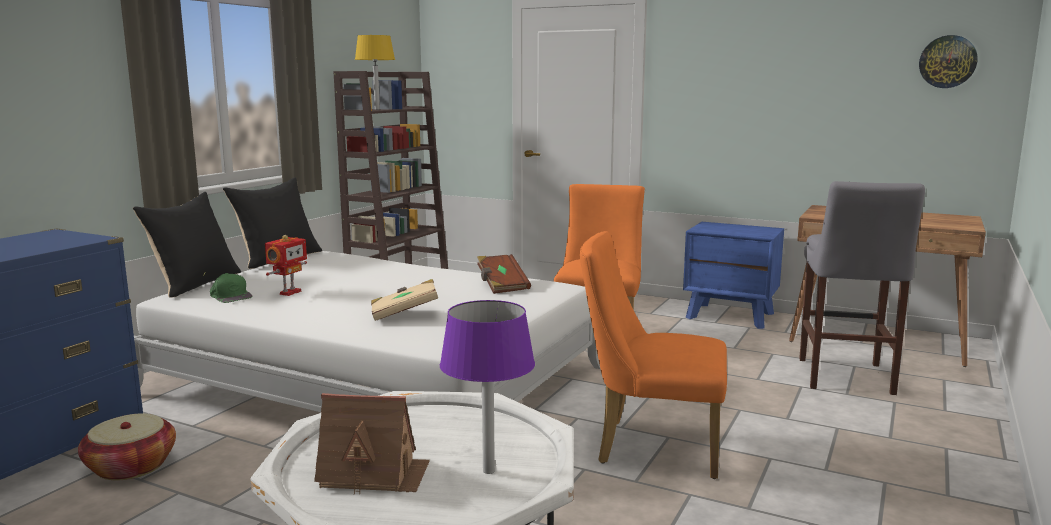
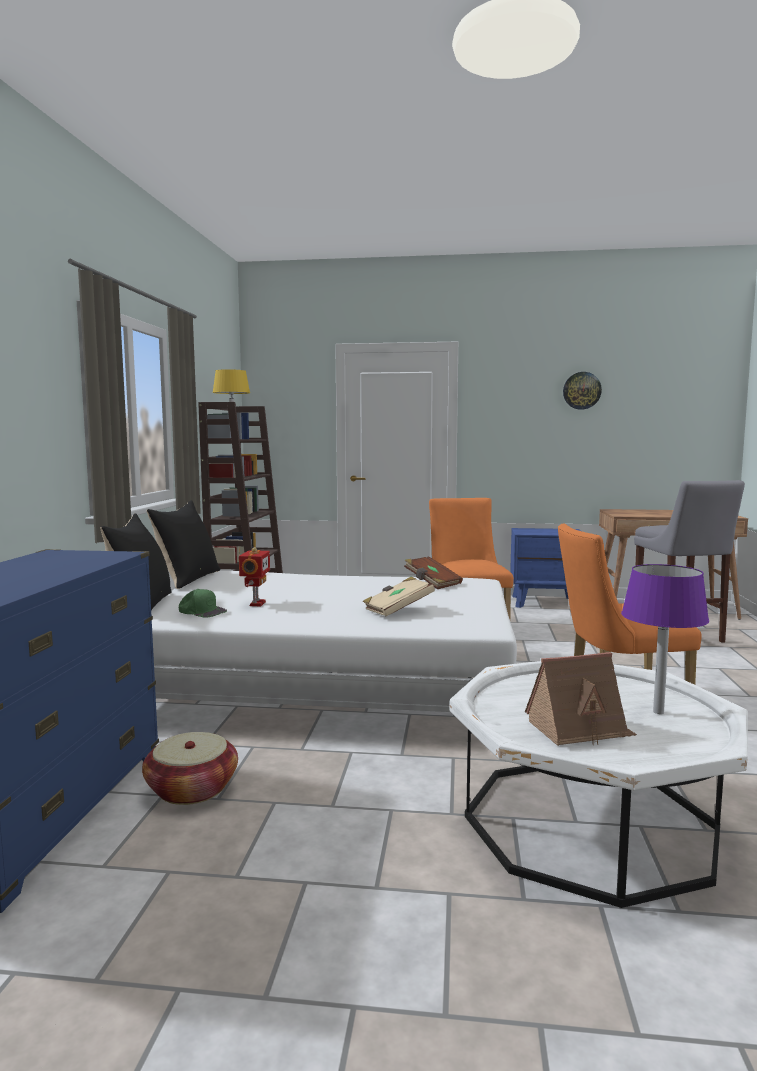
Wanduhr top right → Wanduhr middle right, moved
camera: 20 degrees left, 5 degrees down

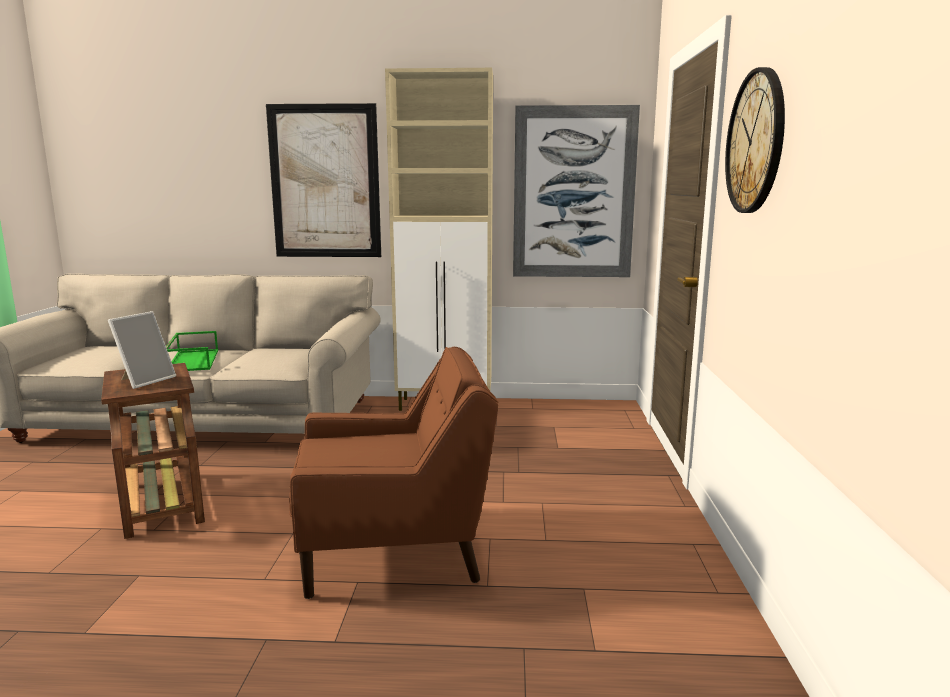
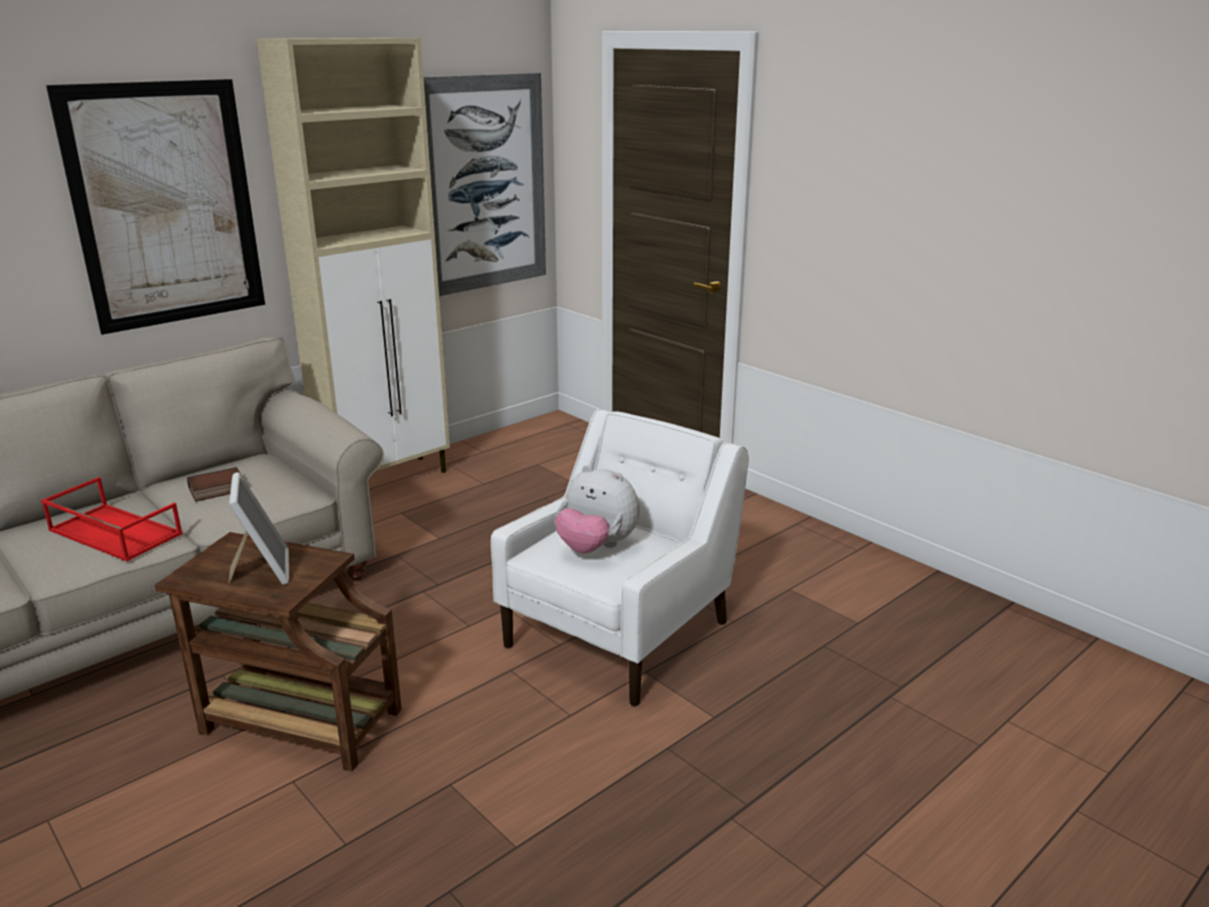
Tablett [grün] middle left → Tablett [rot] middle left
- → Buch middle left
Sessel [braun] bottom centre → Sessel [weiß] centre
- → Plüschtier centre
Wanduhr top right → -
camera: 45 degrees left, 10 degrees up

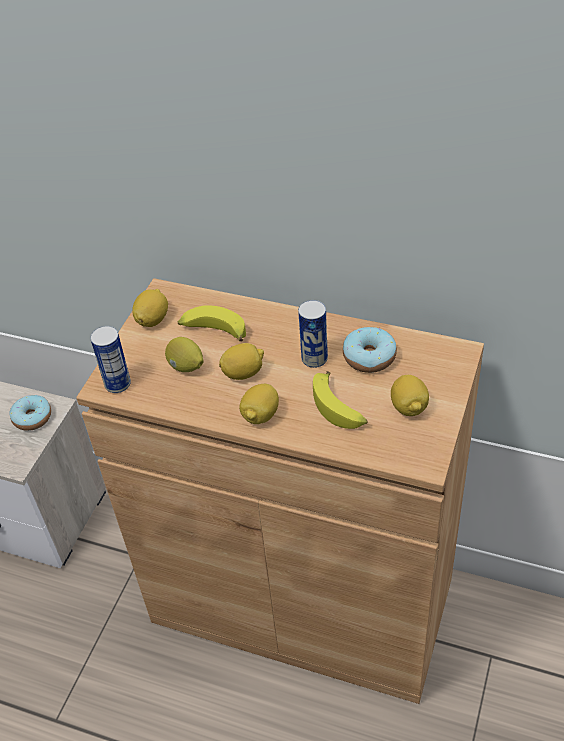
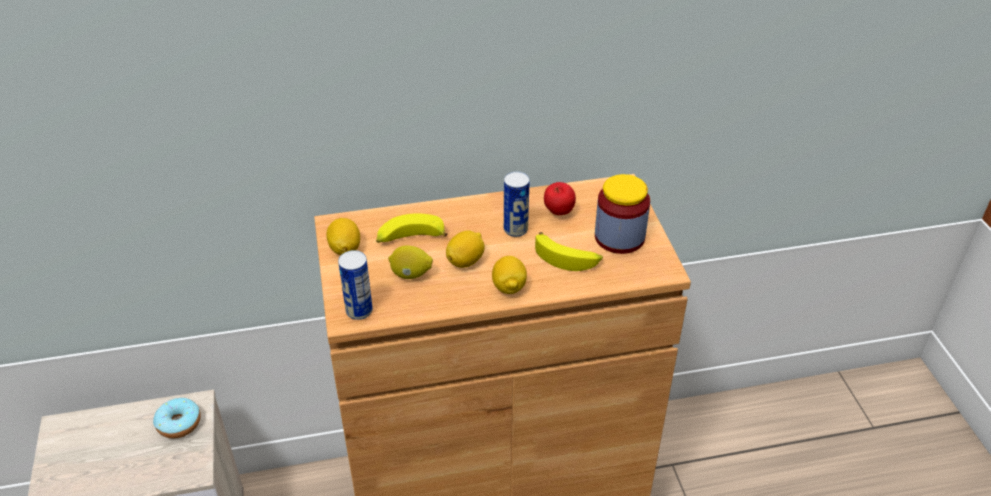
Donut (2nd from left) centre → Apfel centre
Zitrone (5th from left) middle right → Vorratsglas centre
camera: 35 degrees left, 5 degrees down

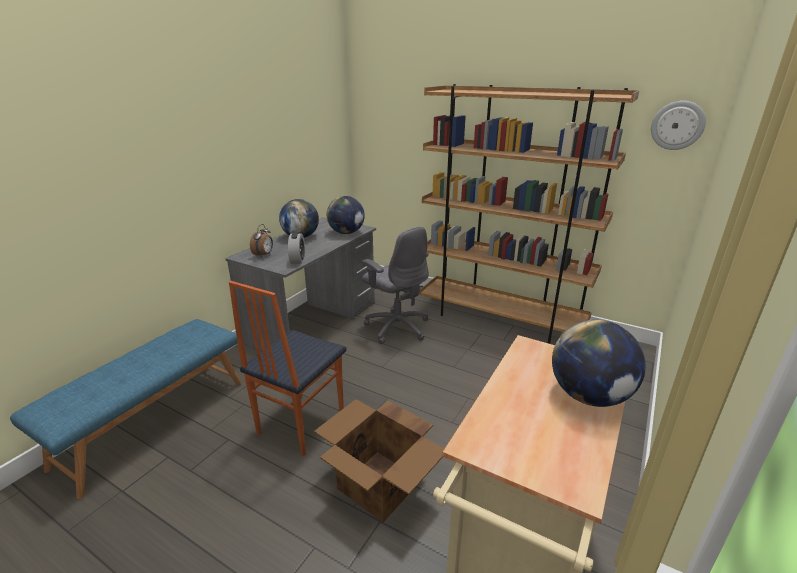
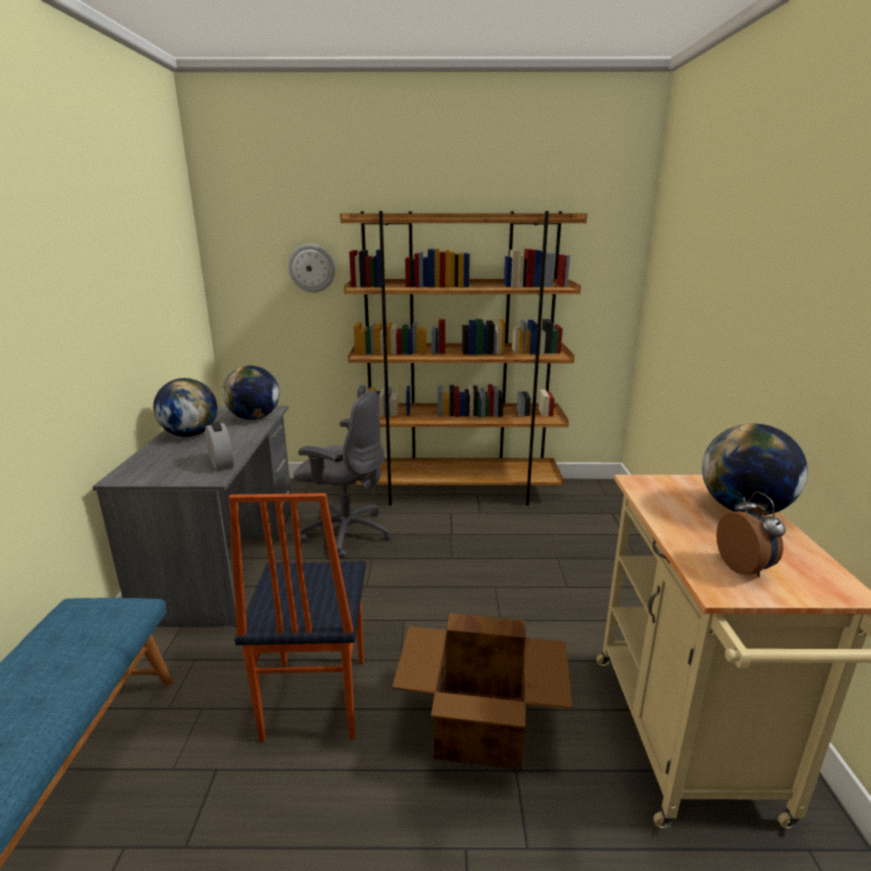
Wanduhr top right → Wanduhr top centre, moved
Wecker (1st from left in the first image) middle left → Wecker (2nd from left) middle right, moved
camera: 30 degrees left, 5 degrees down

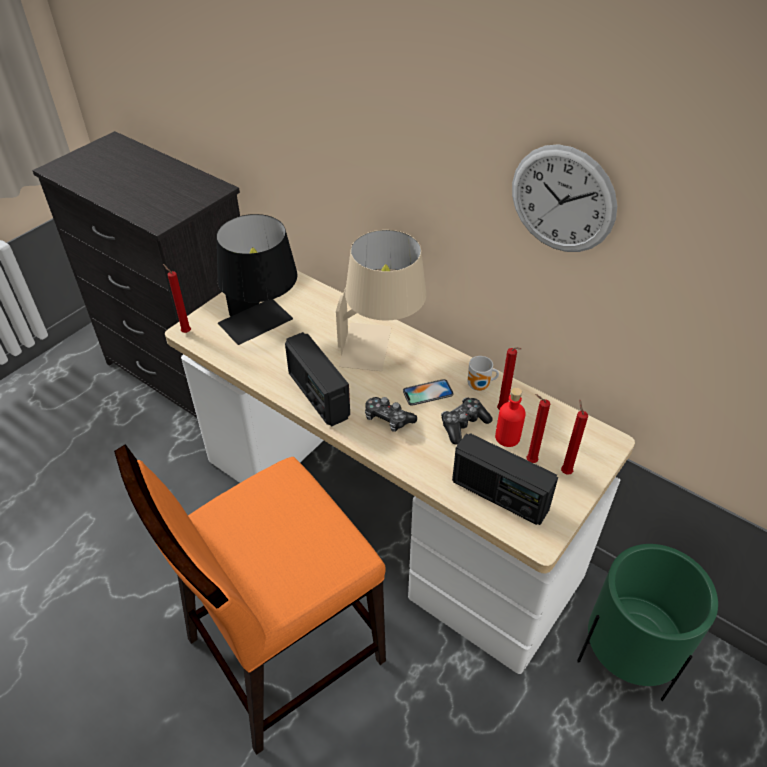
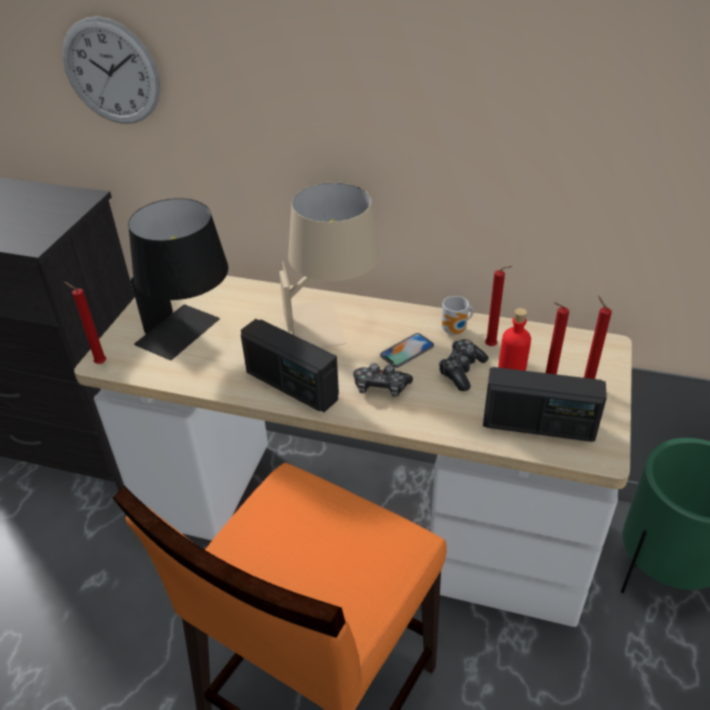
Wanduhr top right → Wanduhr top left, moved
camera: 20 degrees left, 5 degrees down

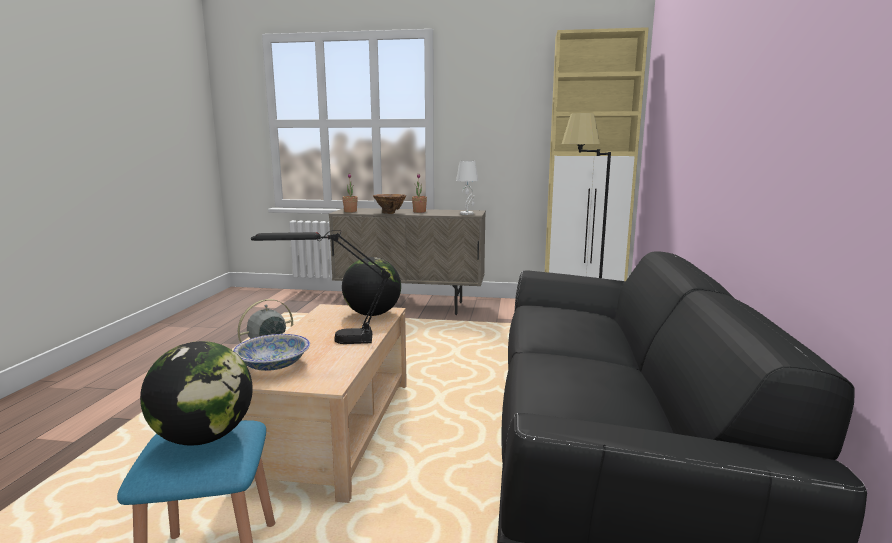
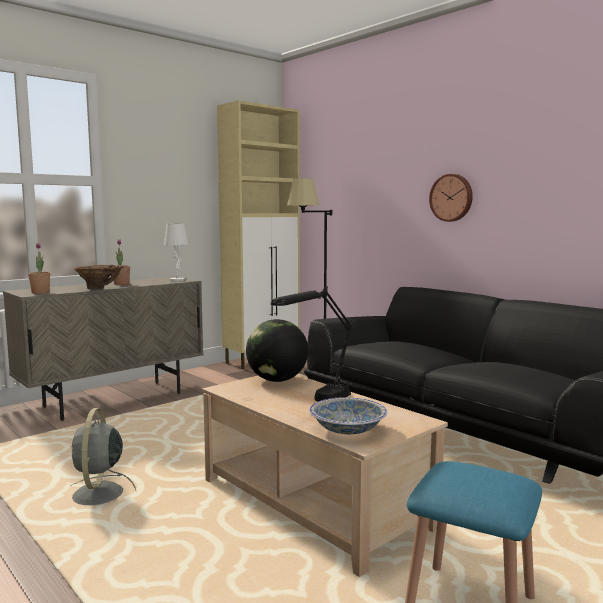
- → Wanduhr top right
Globus (1st from left) bottom left → -
camera: 50 degrees left, 5 degrees down

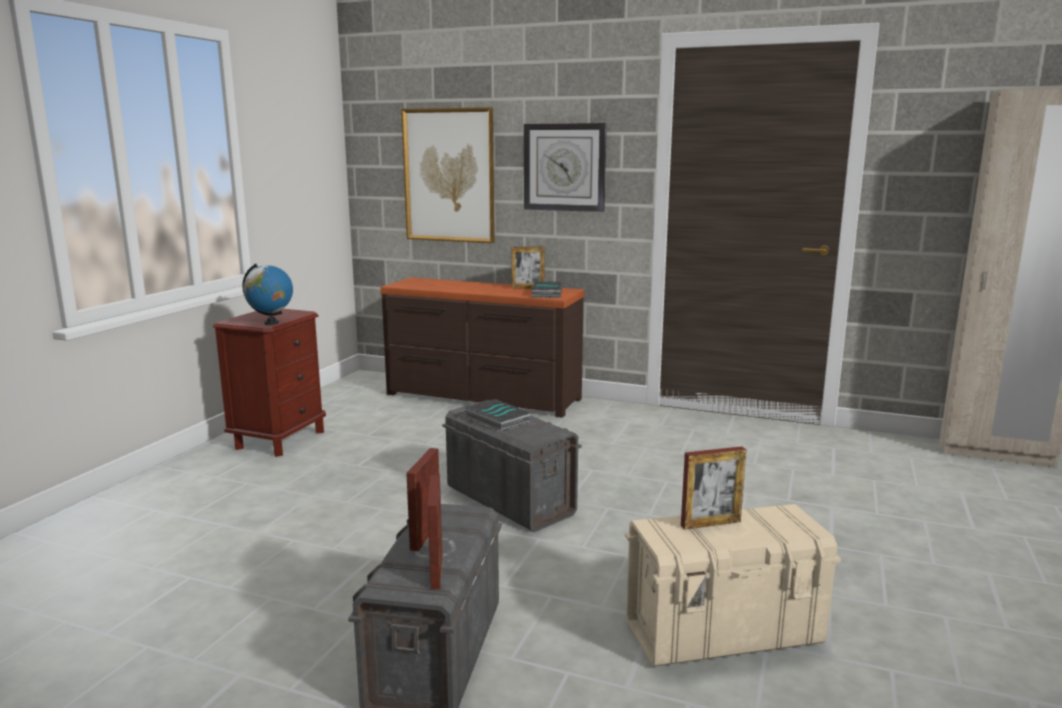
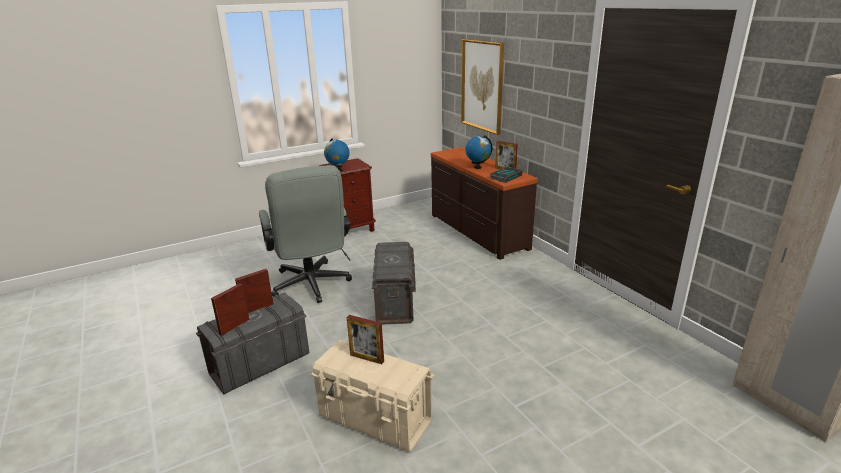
- → Bürostuhl [grau] centre
- → Globus (2nd from left) top centre
Buch (1st from left) centre → -
Wanduhr top centre → -
camera: 40 degrees right, 10 degrees up

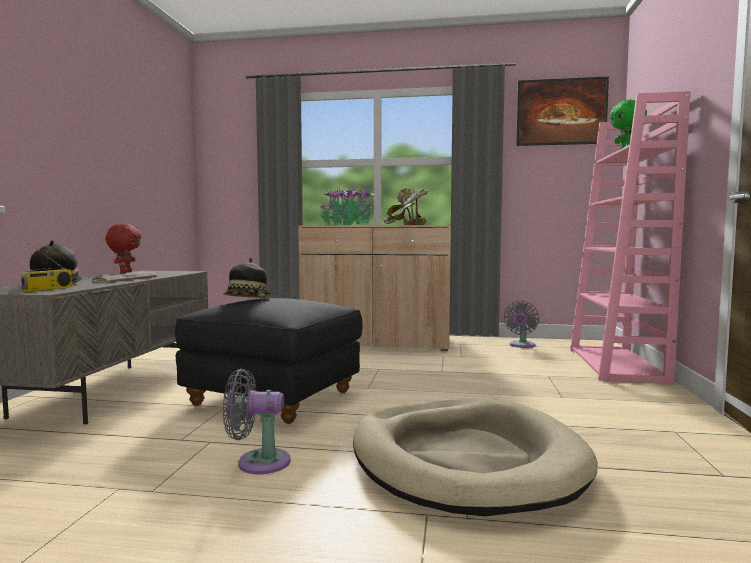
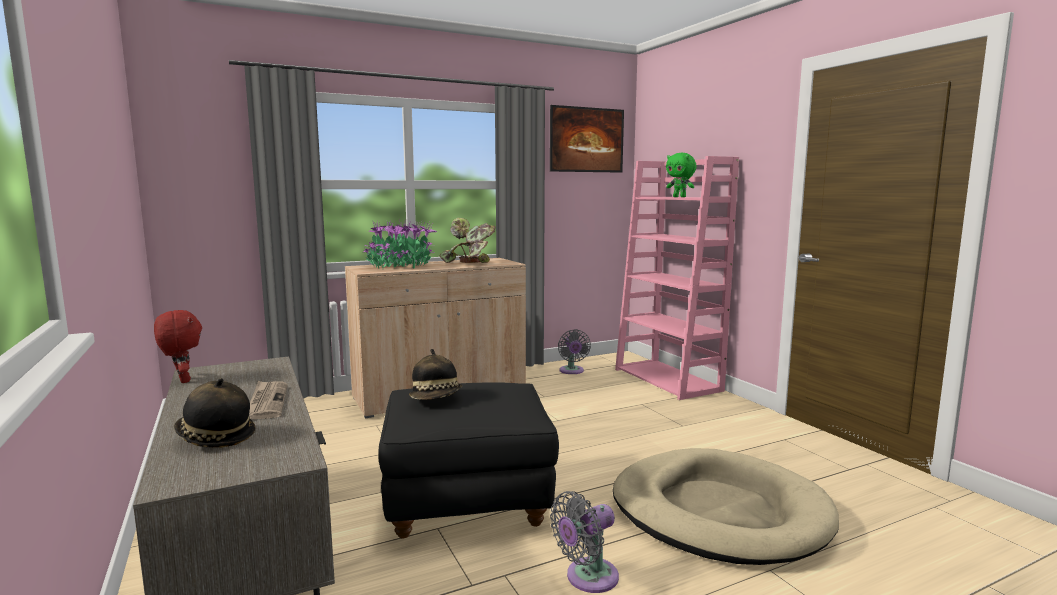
Radio middle left → -
camera: 35 degrees left, 5 degrees up

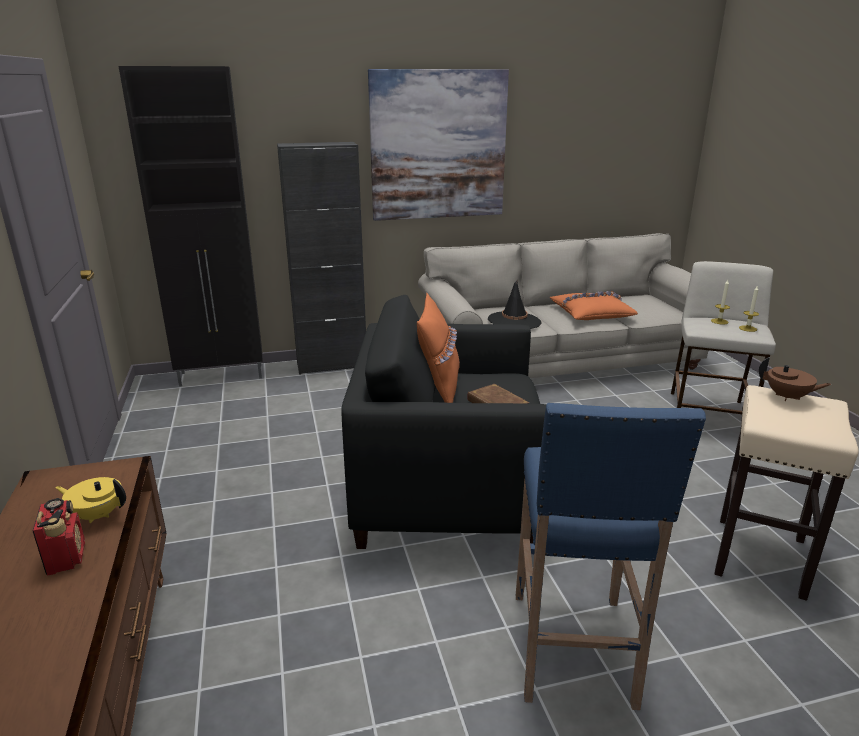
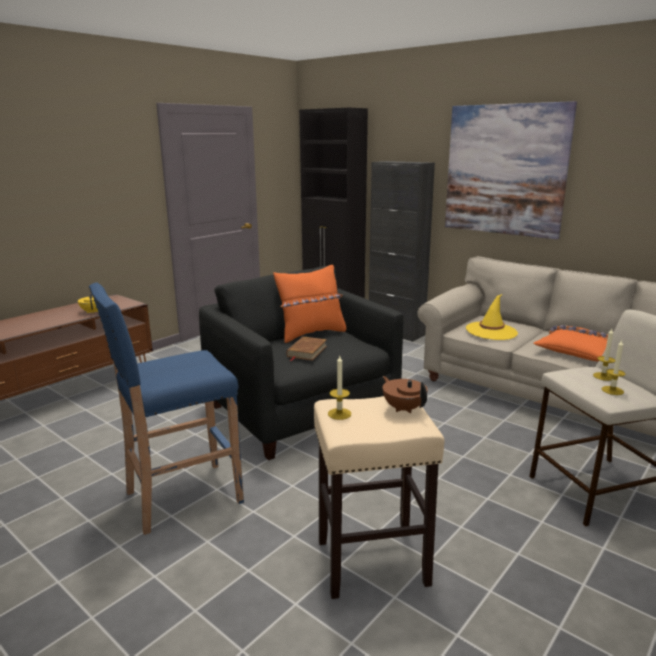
- → Kerze (1st from left) centre
Teekanne [braun] middle right → Teekanne [braun] centre, 150 degrees clockwise
Hut [schwarz] centre → Hut [gelb] middle right
Radio bottom left → -
camera: 55 degrees right, 5 degrees down

